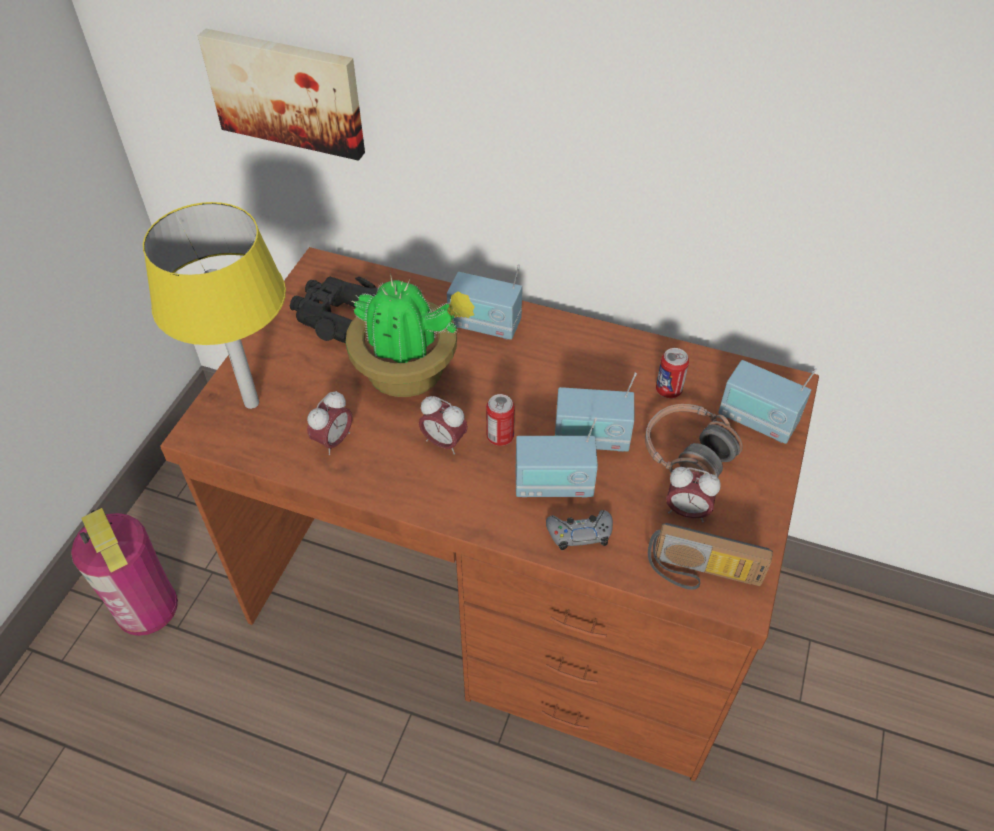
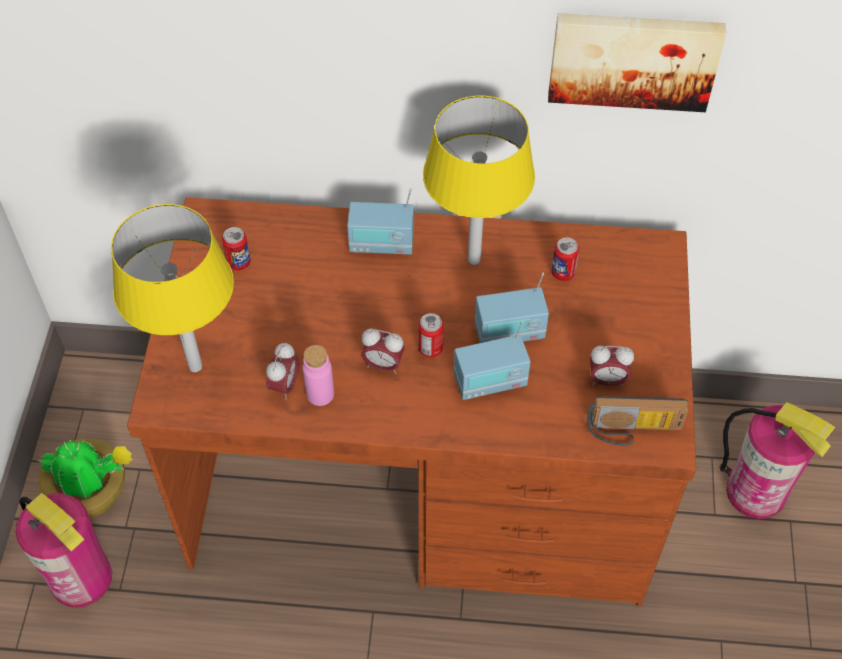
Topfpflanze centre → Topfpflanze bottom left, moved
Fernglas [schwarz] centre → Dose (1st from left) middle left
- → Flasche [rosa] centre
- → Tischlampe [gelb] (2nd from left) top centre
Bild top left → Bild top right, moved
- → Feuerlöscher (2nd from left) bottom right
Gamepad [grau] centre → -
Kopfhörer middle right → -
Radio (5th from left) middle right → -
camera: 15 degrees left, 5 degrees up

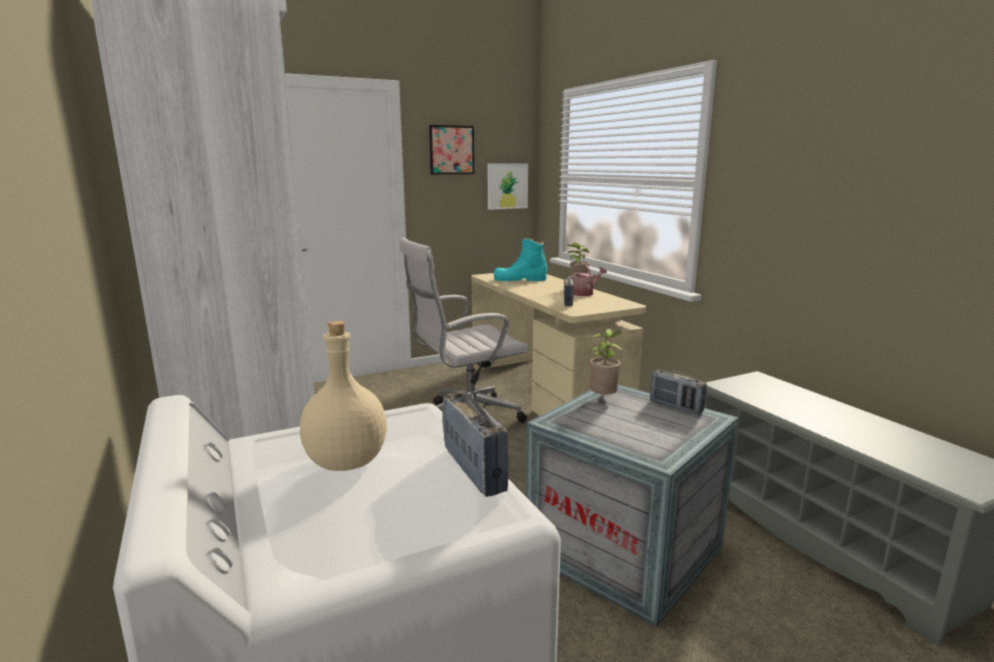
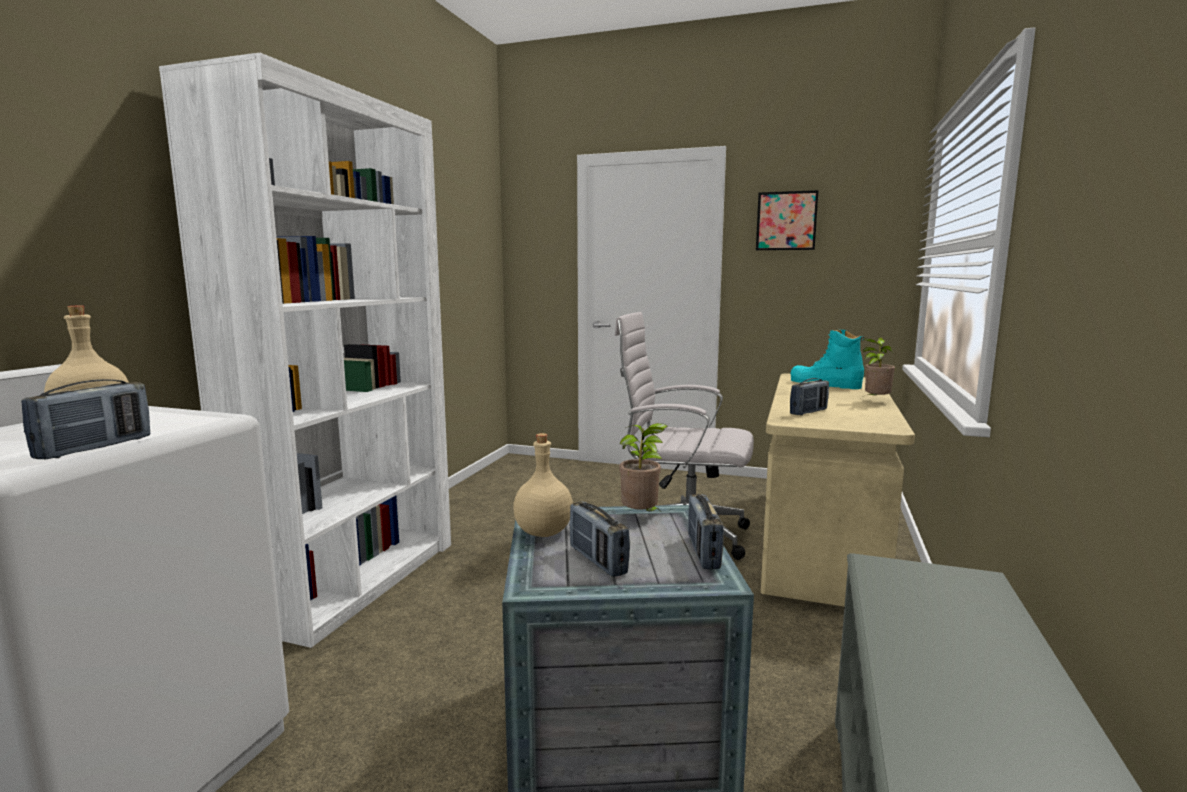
- → Flasche [beige] (2nd from left) centre
- → Radio (2nd from left) bottom centre
Bild (2nd from left) top centre → -
Gießkanne centre → -
camera: 45 degrees right, 5 degrees down

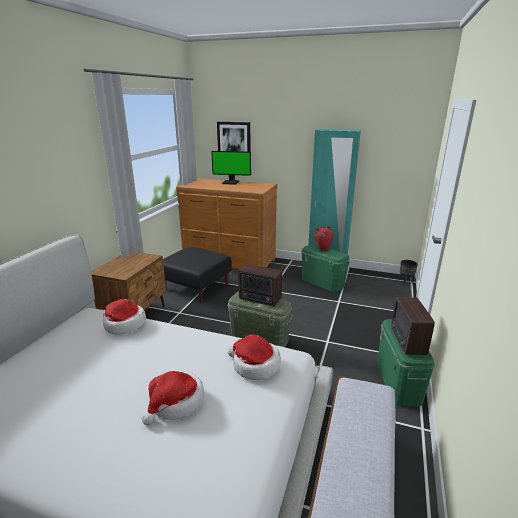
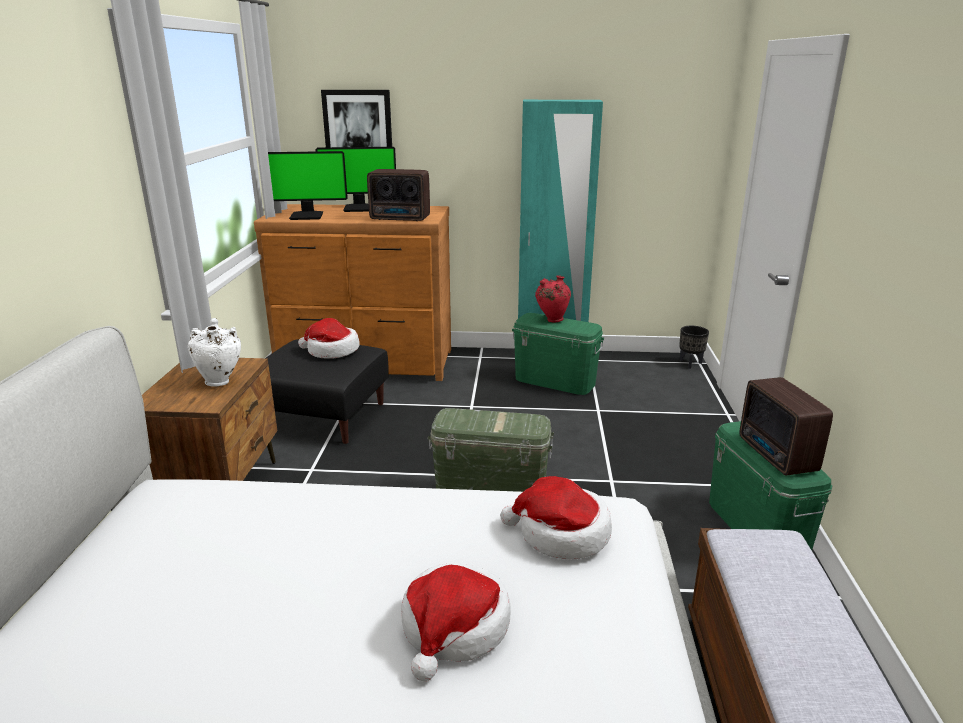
- → Vase [weiß] middle left
- → Monitor (1st from left) top left
Hut (1st from left) middle left → Hut (1st from left) centre, moved
Radio (1st from left) centre → Radio (1st from left) top centre, moved
camera: 15 degrees left, 0 degrees up

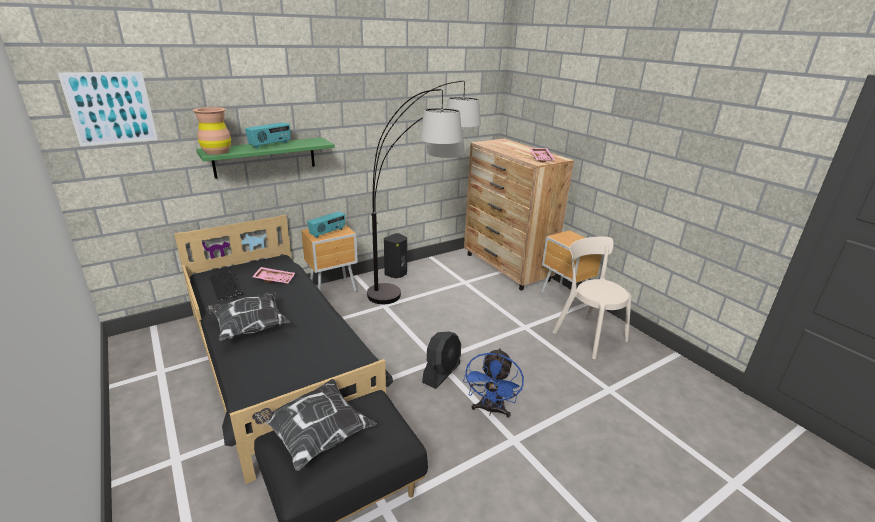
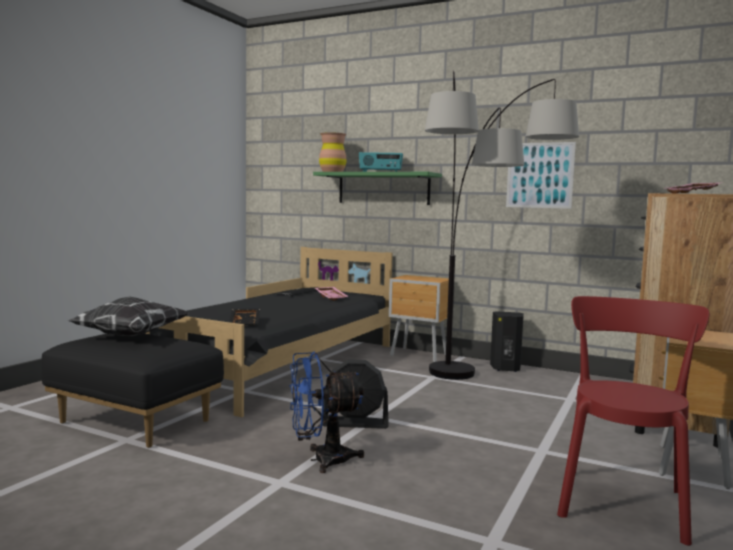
- → Tablett [schwarz] middle left
Bild top left → Bild top right, moved
Stuhl [beige] middle right → Stuhl [rot] bottom right
Kissen (1st from left) middle left → -
Radio (2nd from left) centre → -
camera: 60 degrees right, 20 degrees down

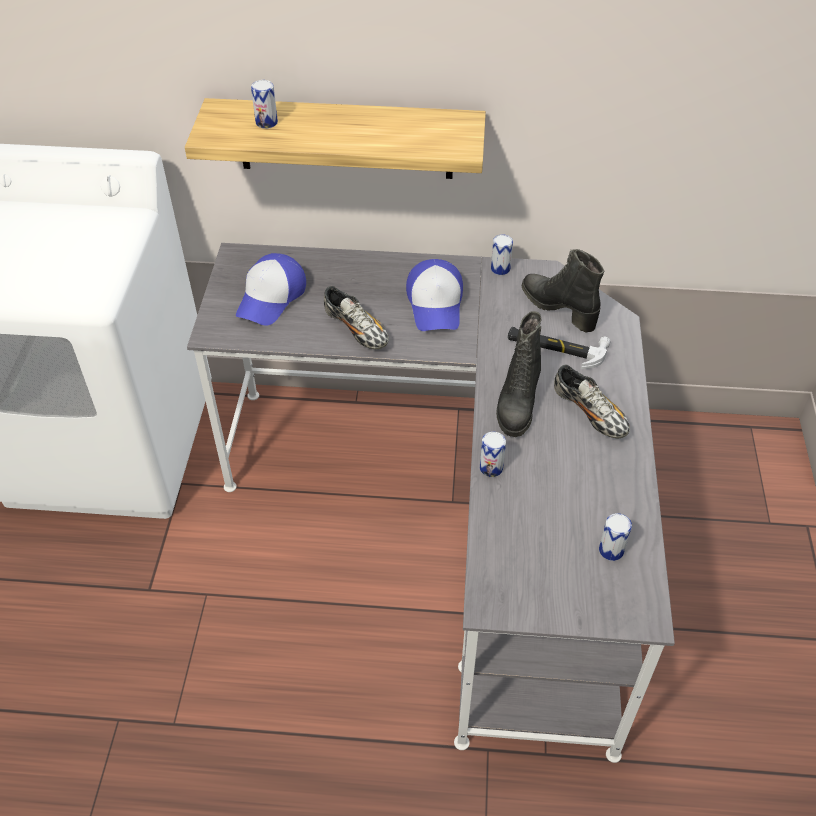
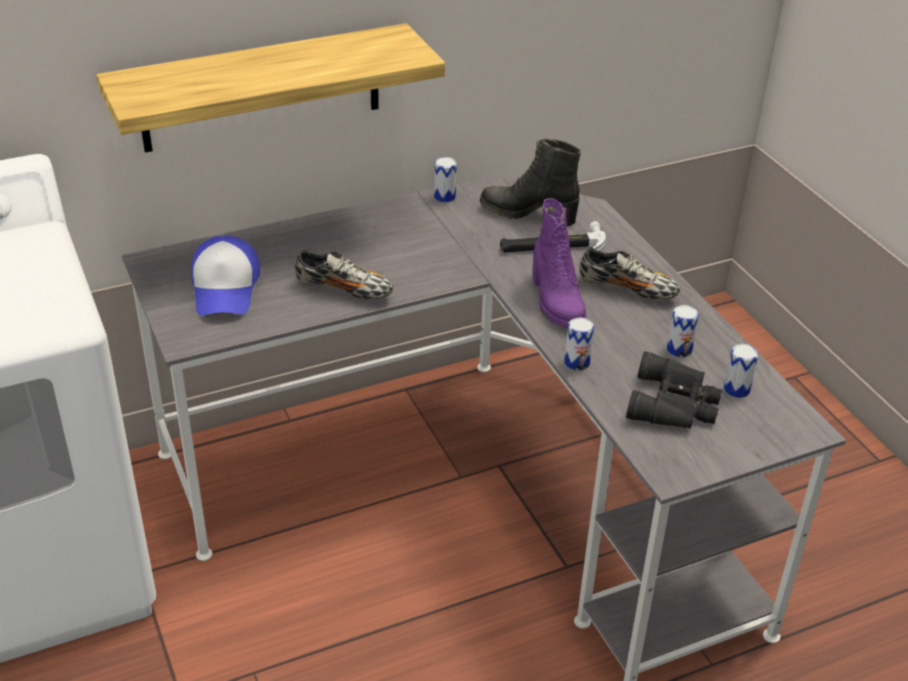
Stiefel [schwarz] (1st from left) centre → Stiefel [lila] centre
- → Fernglas [schwarz] middle right
Dose (1st from left in the first image) top left → Dose (3rd from left) middle right, moved
Kappe (2nd from left) centre → -
camera: 30 degrees left, 10 degrees down

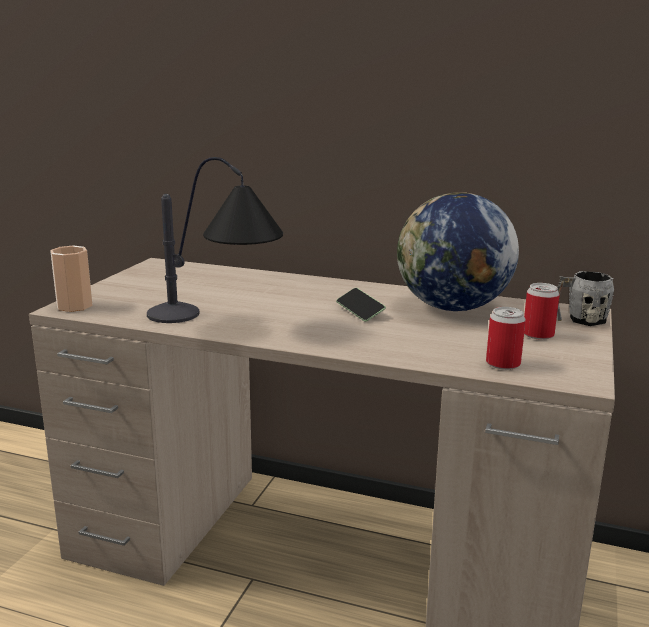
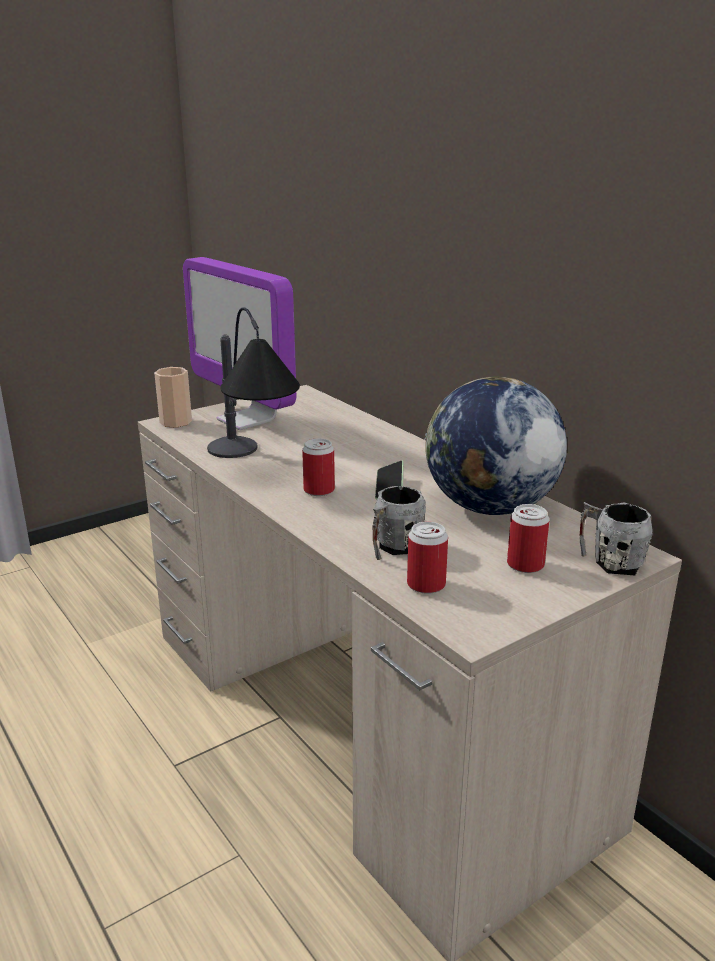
- → Monitor centre
- → Dose (1st from left) centre
- → Henkelbecher [grau] (1st from left) centre
camera: 35 degrees right, 5 degrees up

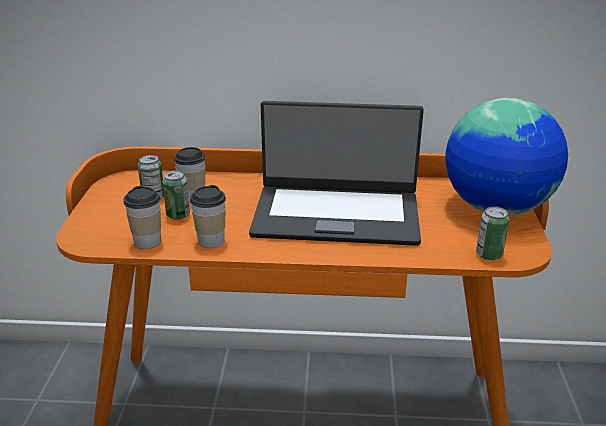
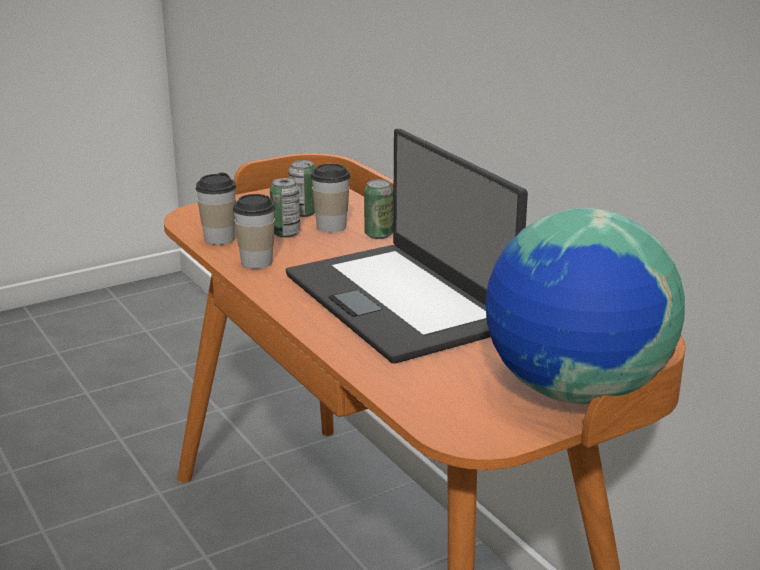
Dose (3rd from left) middle right → Dose (3rd from left) centre, moved
camera: 55 degrees right, 5 degrees down

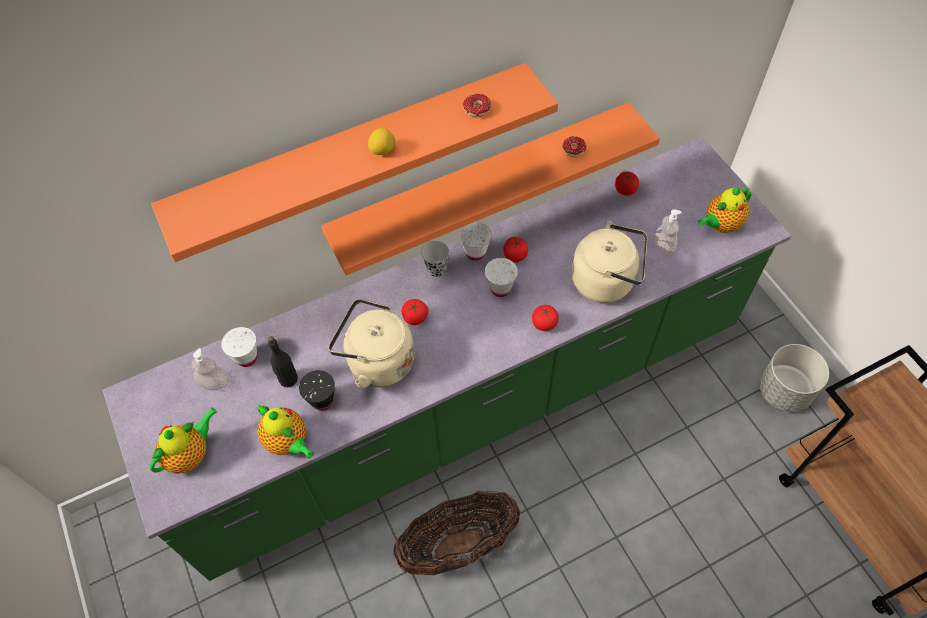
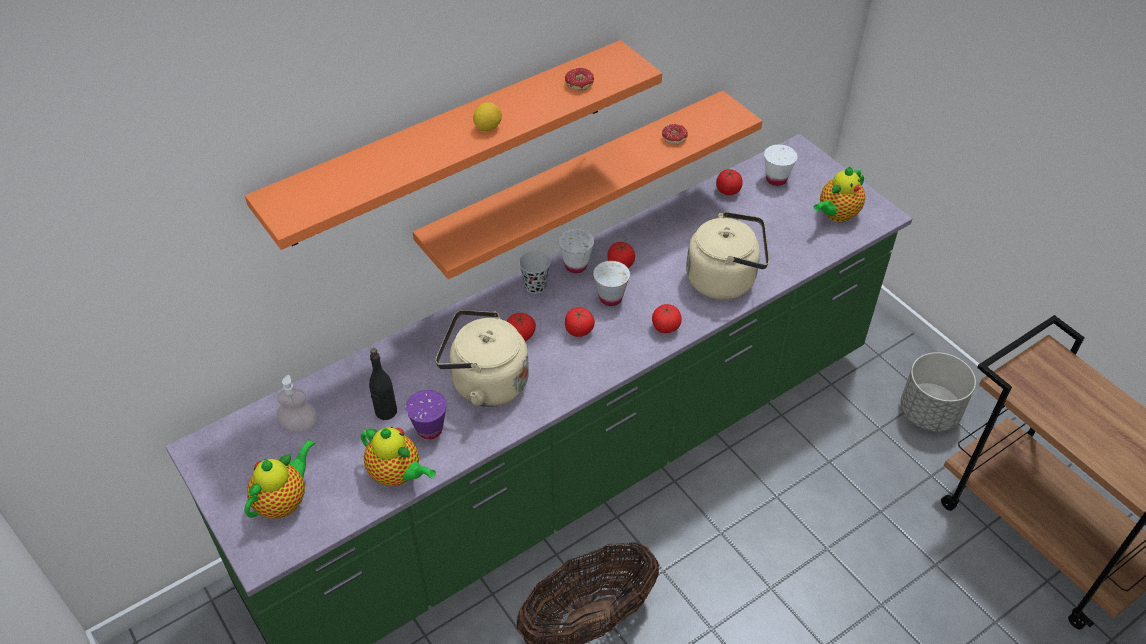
Tasse [schwarz] (1st from left) centre → Tasse [lila] centre
- → Tomate (2nd from left) centre
Tasse [weiß] (1st from left in the first image) middle left → Tasse [weiß] (3rd from left) top right, moved
Seifenspender (2nd from left) middle right → -
camera: 10 degrees left, 10 degrees down

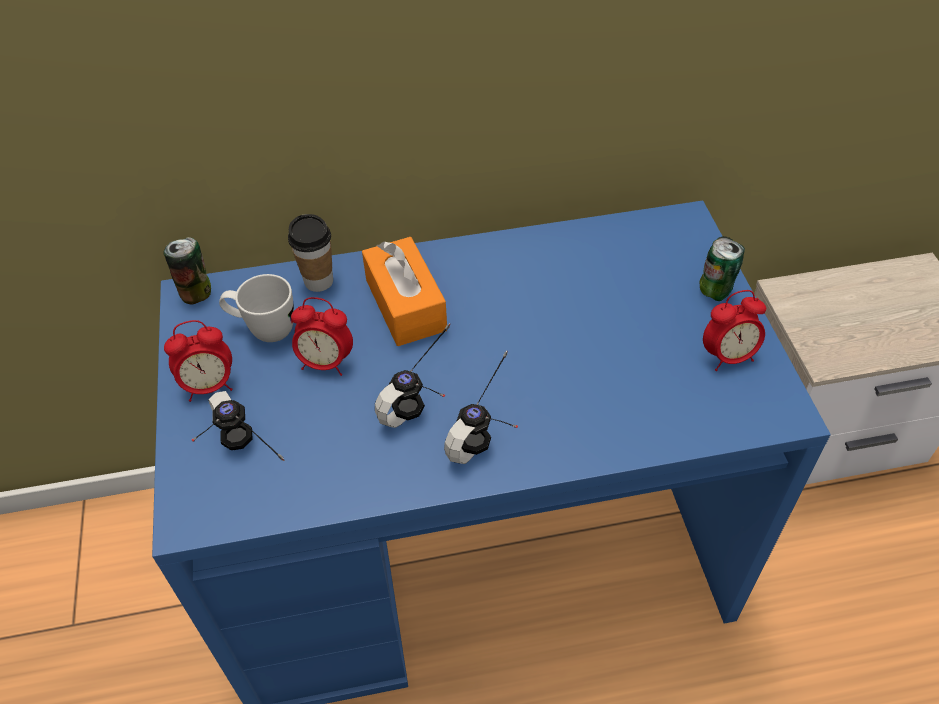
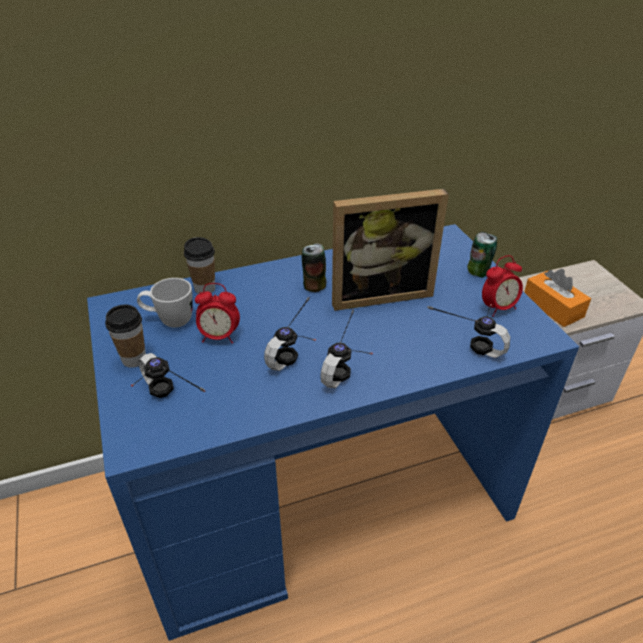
Wecker (1st from left) middle left → Tasse (1st from left) middle left
Dose (1st from left) middle left → Dose (1st from left) centre, moved
- → Bilderrahmen centre
- → Kopfhörer (4th from left) middle right
Taschentuchbox [orange] centre → Taschentuchbox [orange] middle right, moved
camera: 10 degrees left, 10 degrees down

